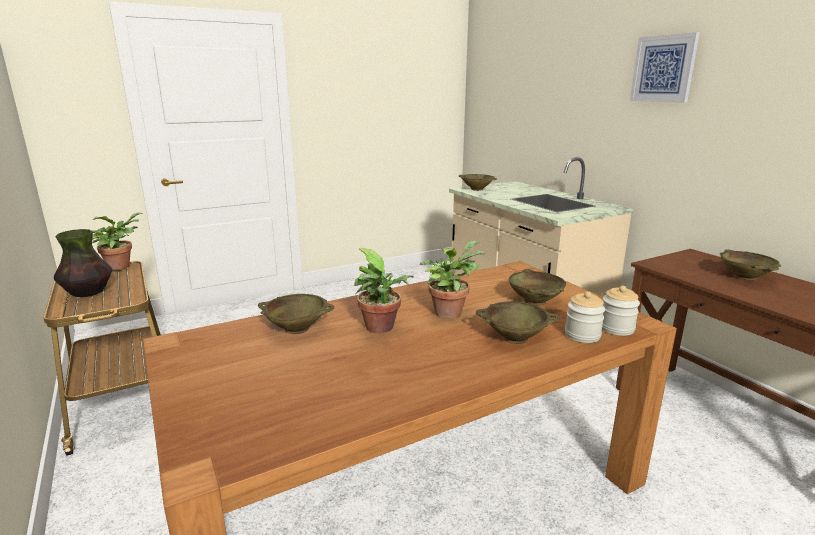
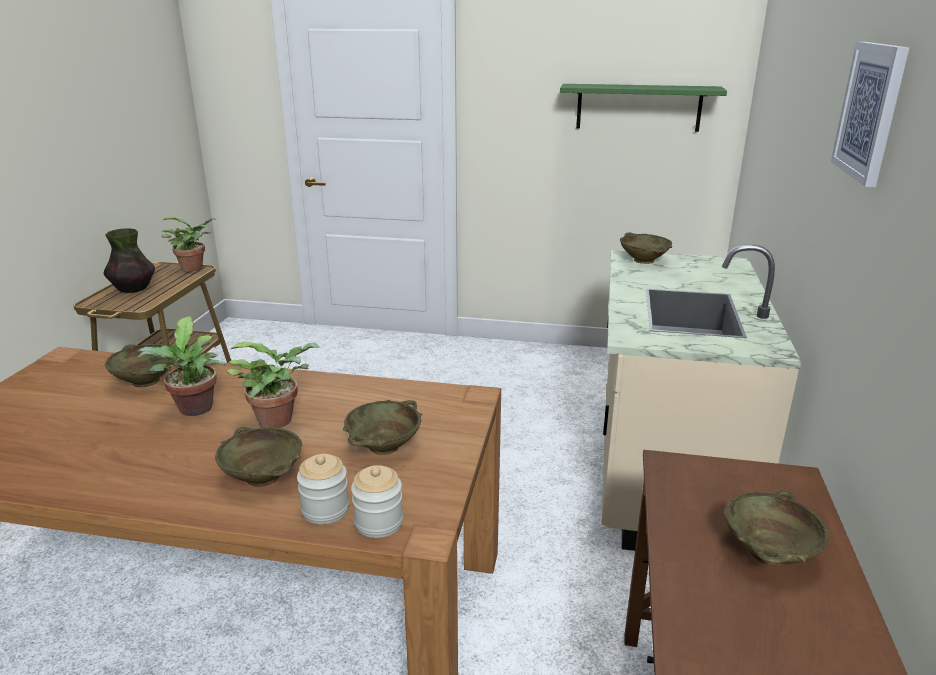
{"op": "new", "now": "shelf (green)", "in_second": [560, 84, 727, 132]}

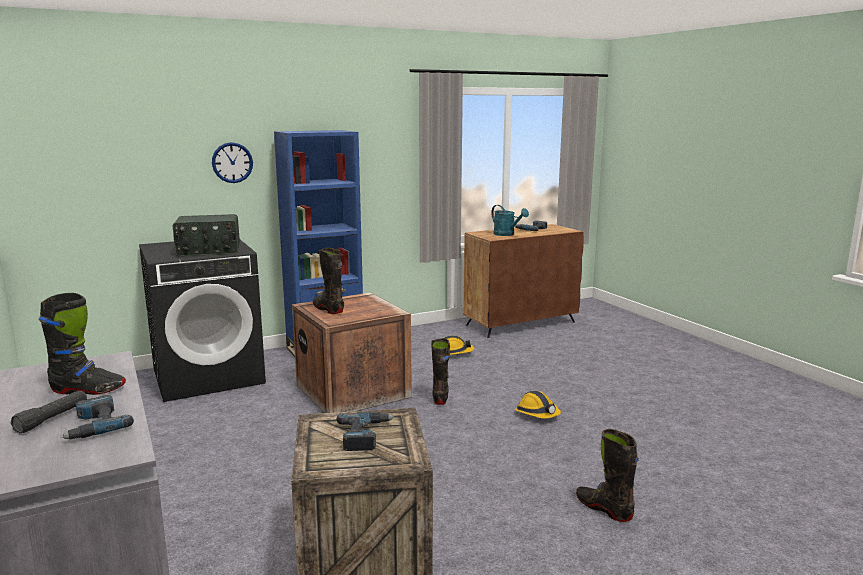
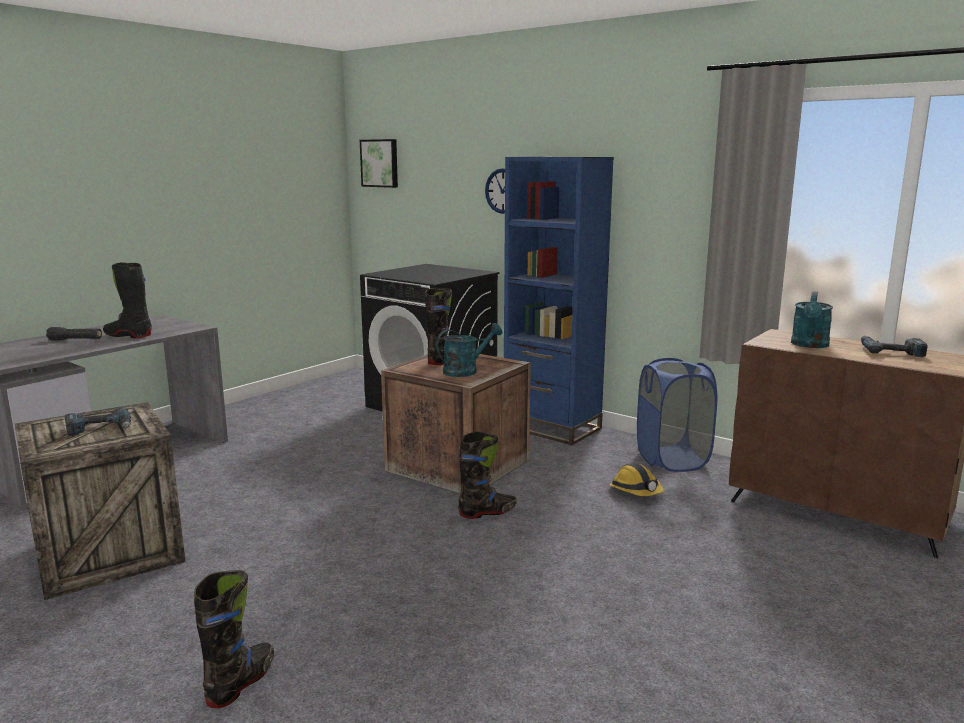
{"op": "gone", "was": "radio", "in_first": [173, 214, 240, 256]}
{"op": "rotated", "was": "boot (black)", "in_first": [39, 293, 126, 395], "in_second": [103, 262, 152, 338], "clockwise": 135}
{"op": "gone", "was": "hard hat", "in_first": [515, 391, 561, 419]}
{"op": "gone", "was": "power drill", "in_first": [60, 395, 134, 439]}
{"op": "new", "now": "picture", "in_second": [360, 139, 398, 188]}
{"op": "new", "now": "watering can (turquoise)", "in_second": [436, 323, 502, 377]}
{"op": "new", "now": "laundry basket (blue)", "in_second": [637, 358, 717, 472]}

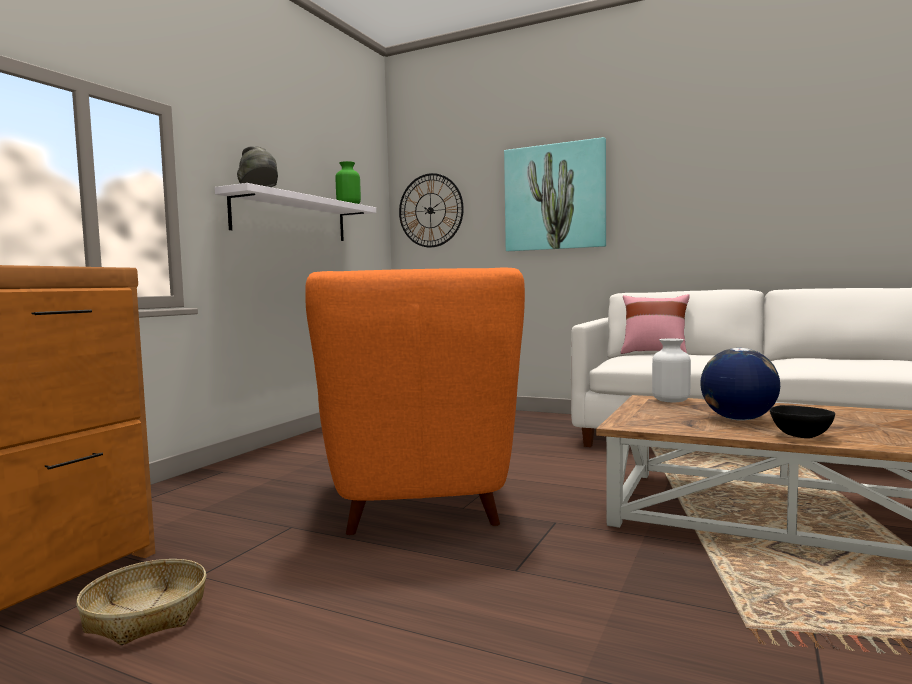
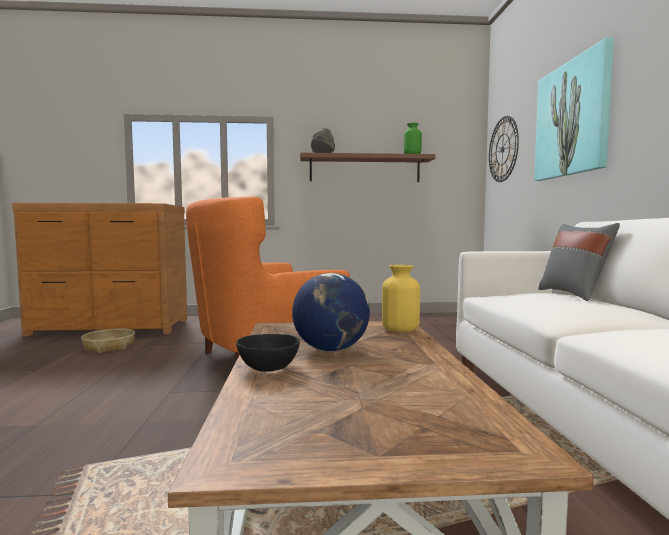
{"op": "repainted", "was": "shelf (white)", "now": "shelf (brown)", "in_first": [215, 183, 376, 241], "in_second": [300, 153, 436, 182]}
{"op": "repainted", "was": "pillow (pink)", "now": "pillow (grey)", "in_first": [621, 294, 690, 354], "in_second": [538, 223, 620, 301]}
{"op": "repainted", "was": "vase (white)", "now": "vase (yellow)", "in_first": [652, 338, 691, 402], "in_second": [382, 265, 420, 332]}

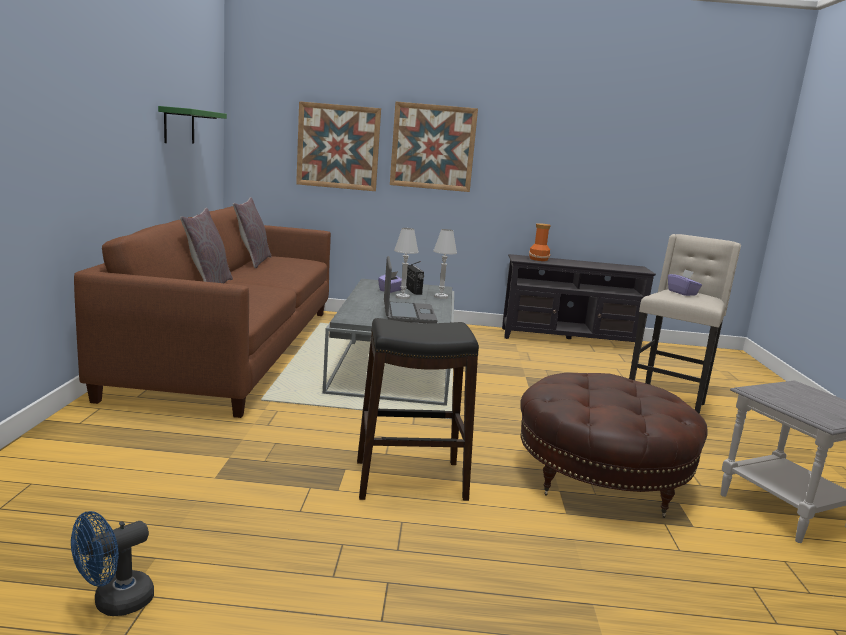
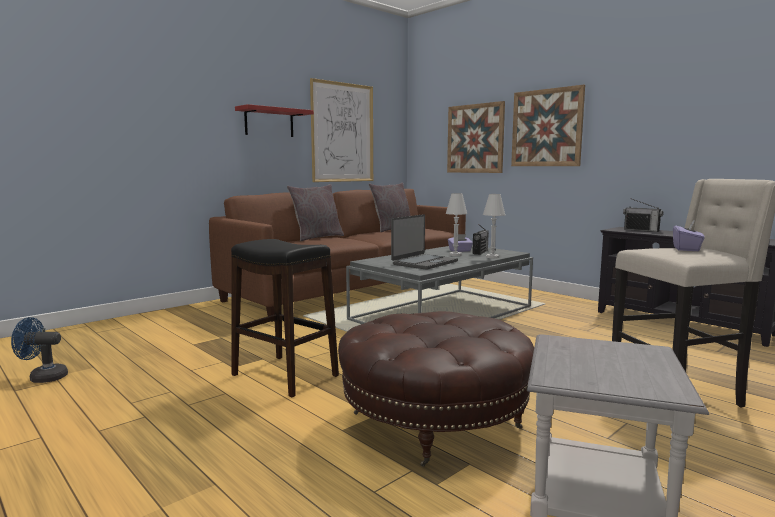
{"op": "swapped", "was": "shelf (green)", "now": "picture", "in_first": [158, 106, 227, 144], "in_second": [310, 78, 373, 182]}
{"op": "swapped", "was": "vase", "now": "radio", "in_first": [529, 223, 551, 261], "in_second": [623, 198, 664, 232]}
{"op": "new", "now": "shelf (red)", "in_second": [235, 104, 314, 137]}

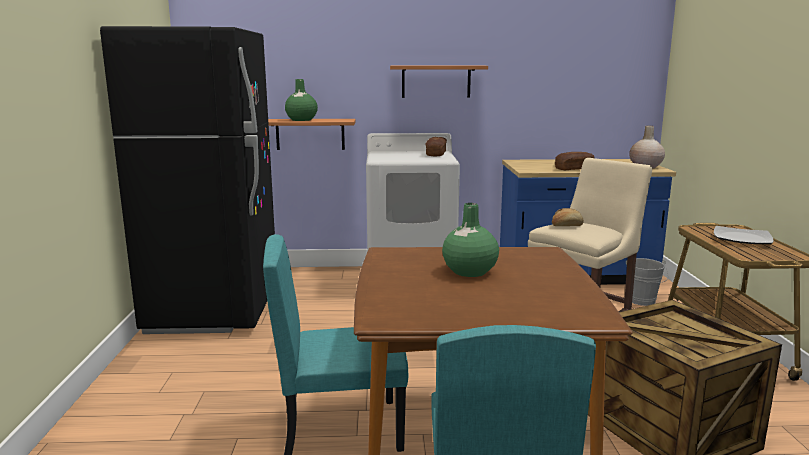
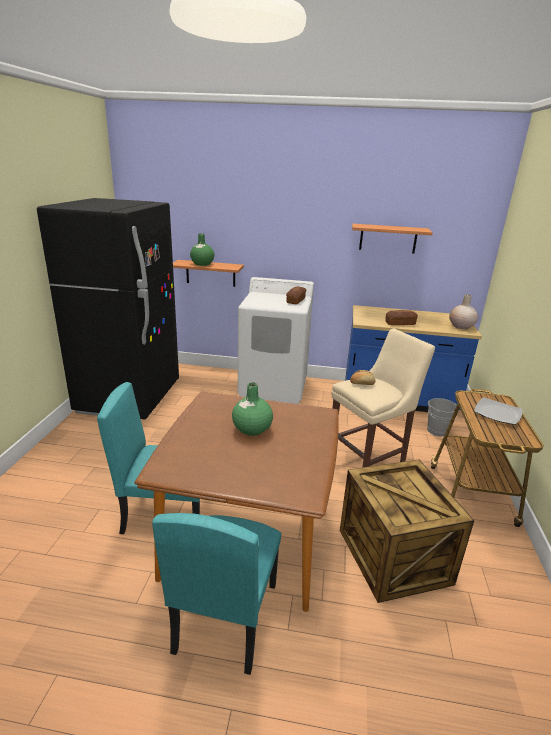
{"op": "shifted", "was": "shelf", "in_first": [390, 66, 488, 98], "in_second": [352, 224, 433, 254]}

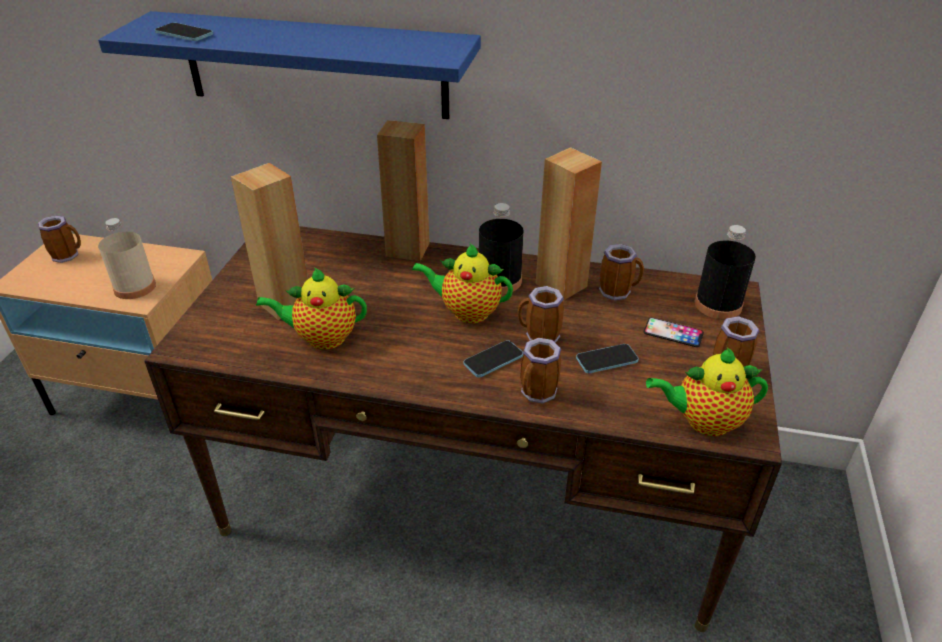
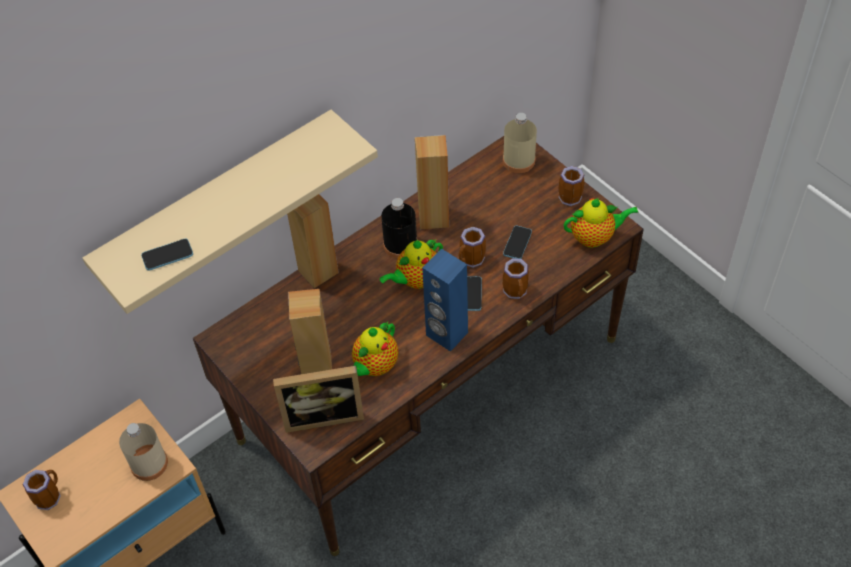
{"op": "repainted", "was": "shelf (blue)", "now": "shelf (beige)", "in_first": [98, 11, 481, 119], "in_second": [82, 110, 378, 314]}
{"op": "repainted", "was": "bottle (black)", "now": "bottle (beige)", "in_first": [695, 225, 756, 319], "in_second": [503, 113, 537, 173]}
{"op": "gone", "was": "mug", "in_first": [599, 244, 644, 301]}
{"op": "gone", "was": "phone", "in_first": [643, 318, 704, 347]}
{"op": "rotated", "was": "teapot", "in_first": [646, 347, 768, 436], "in_second": [564, 198, 638, 248], "clockwise": -135}
{"op": "new", "now": "speaker (blue)", "in_second": [422, 249, 468, 352]}
{"op": "new", "now": "picture frame", "in_second": [273, 366, 364, 433]}

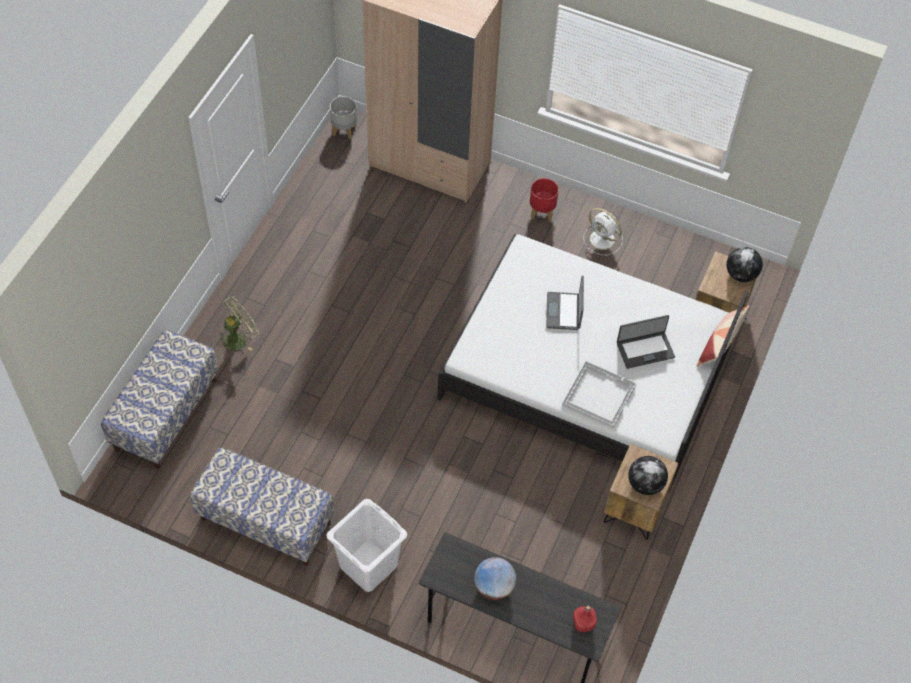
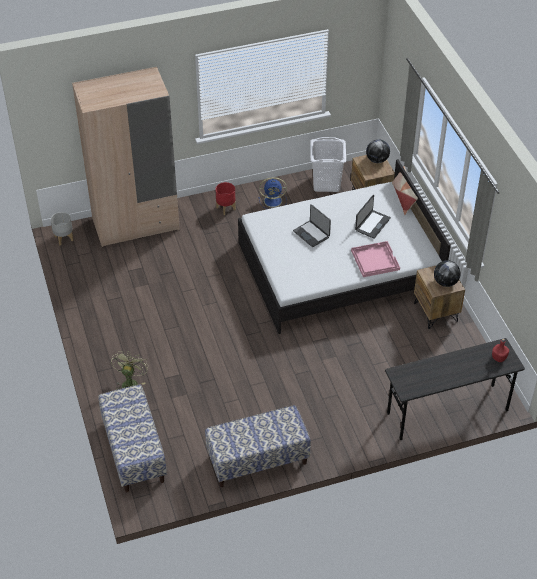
{"op": "repainted", "was": "fan (white)", "now": "fan (blue)", "in_first": [583, 208, 623, 255], "in_second": [259, 177, 287, 209]}
{"op": "repainted", "was": "tray (white)", "now": "tray (pink)", "in_first": [562, 361, 637, 428], "in_second": [351, 241, 400, 277]}
{"op": "shifted", "was": "laundry basket (white)", "in_first": [326, 499, 408, 592], "in_second": [310, 137, 346, 192]}
{"op": "gone", "was": "globe", "in_first": [474, 557, 516, 600]}

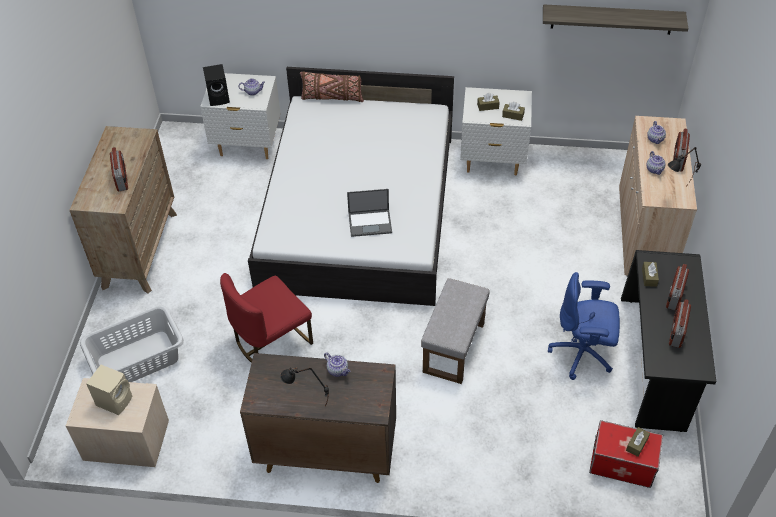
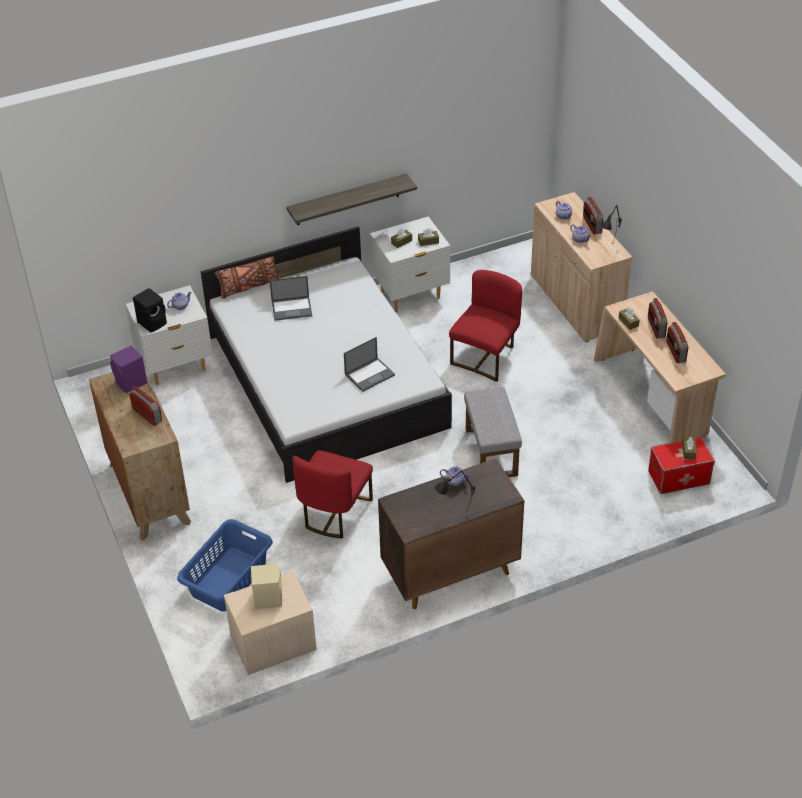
{"op": "shifted", "was": "shelf", "in_first": [543, 4, 688, 35], "in_second": [287, 173, 417, 225]}
{"op": "repainted", "was": "desk (black)", "now": "desk (beige)", "in_first": [621, 250, 716, 432], "in_second": [594, 291, 726, 443]}
{"op": "gone", "was": "office chair (blue)", "in_first": [548, 272, 620, 380]}
{"op": "repainted", "was": "laundry basket (grey)", "now": "laundry basket (blue)", "in_first": [80, 305, 184, 382], "in_second": [177, 519, 273, 612]}
{"op": "new", "now": "chair (red)", "in_second": [449, 270, 522, 382]}
{"op": "new", "now": "laptop", "in_second": [270, 276, 312, 321]}
{"op": "new", "now": "speaker (purple)", "in_second": [110, 345, 147, 393]}

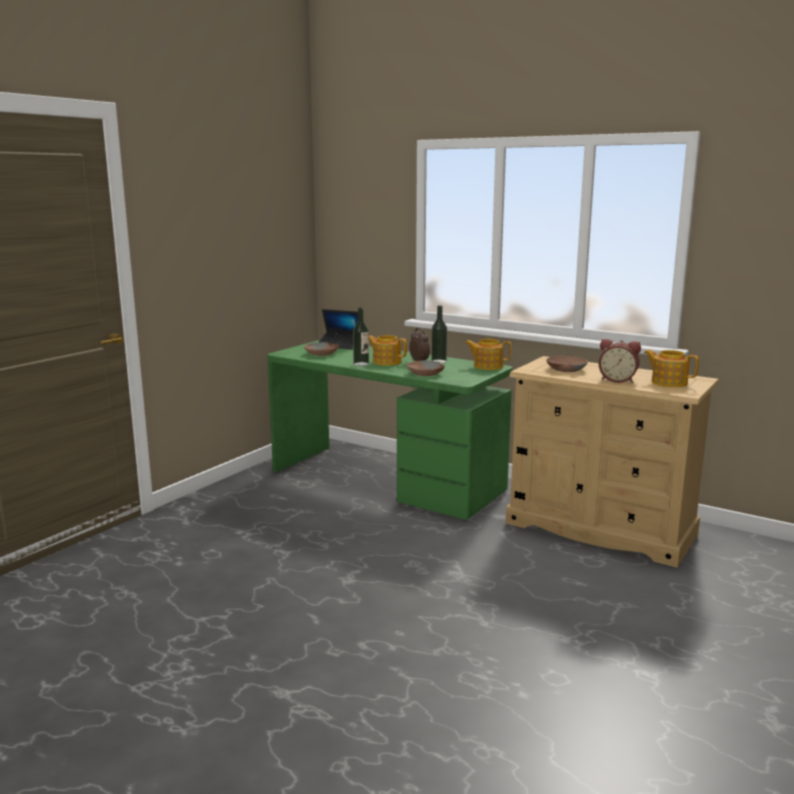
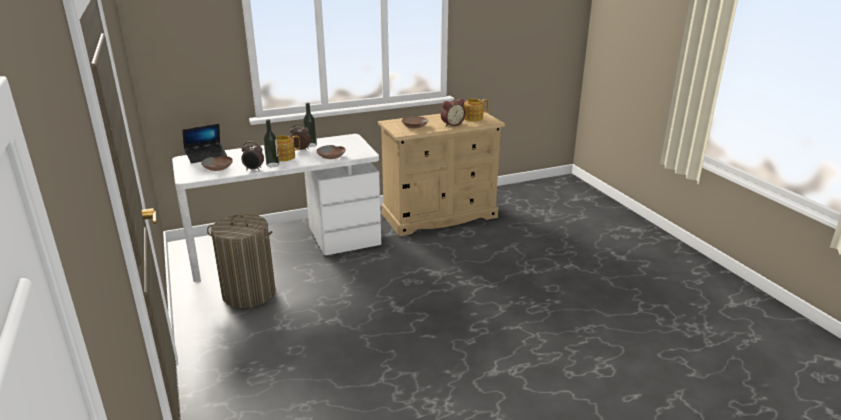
{"op": "gone", "was": "teapot", "in_first": [465, 339, 511, 370]}
{"op": "repainted", "was": "desk (green)", "now": "desk (white)", "in_first": [267, 340, 513, 519], "in_second": [172, 134, 381, 282]}
{"op": "new", "now": "alarm clock", "in_second": [241, 142, 264, 171]}
{"op": "new", "now": "laundry basket", "in_second": [207, 214, 275, 308]}

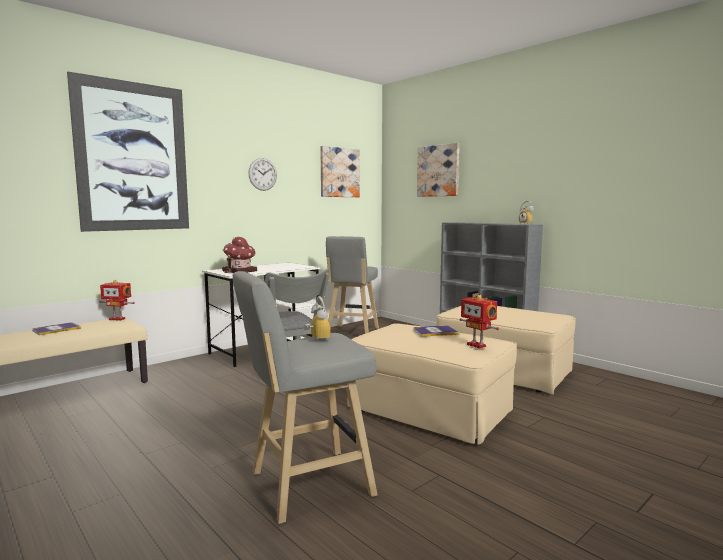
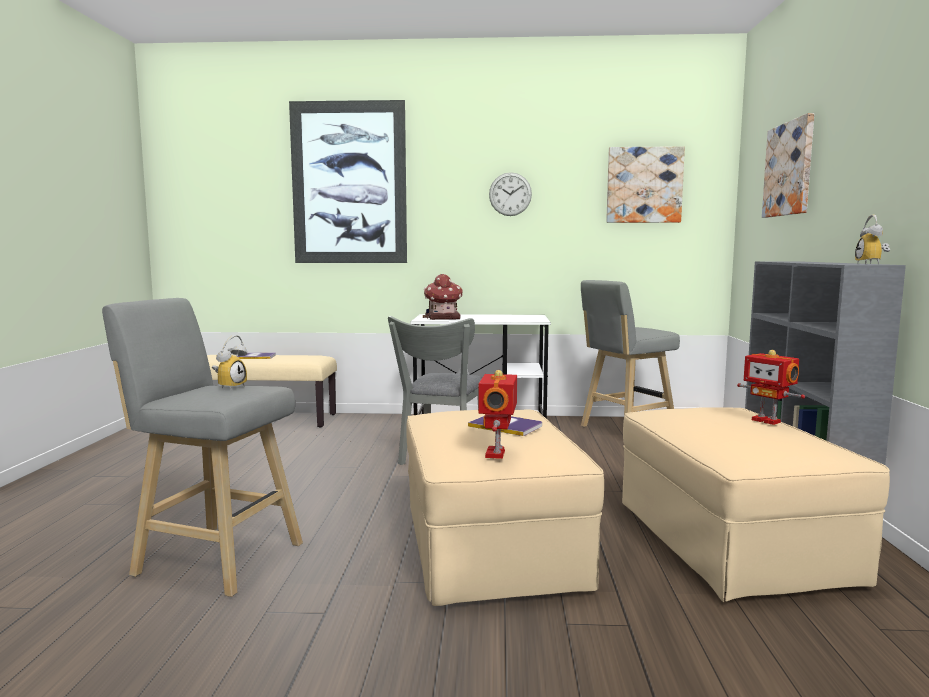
{"op": "shifted", "was": "toy robot", "in_first": [100, 280, 135, 321], "in_second": [737, 350, 805, 425]}

